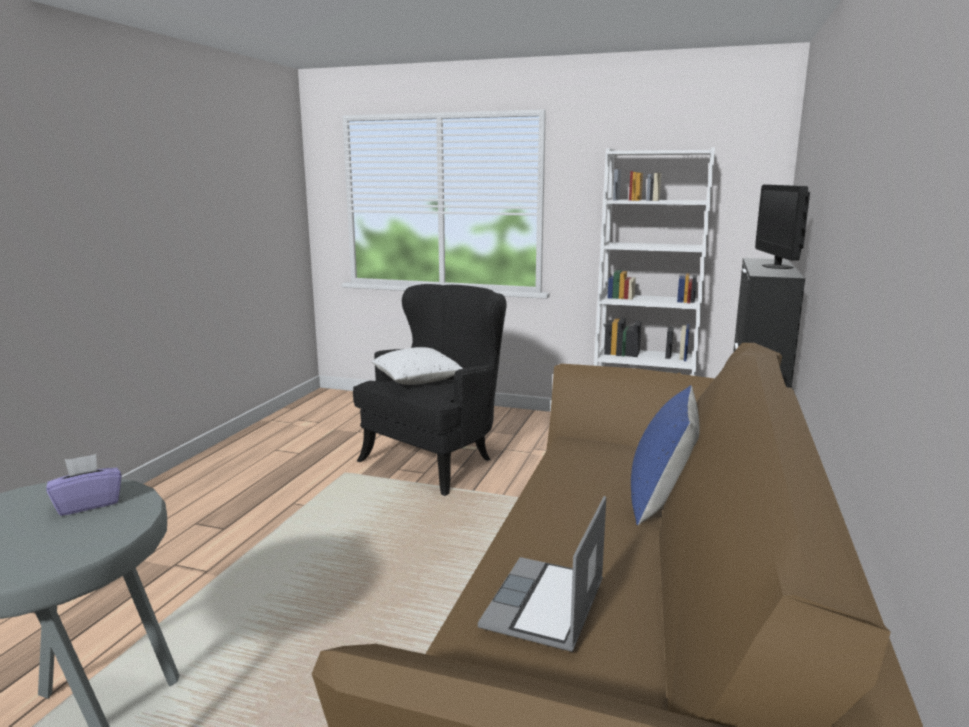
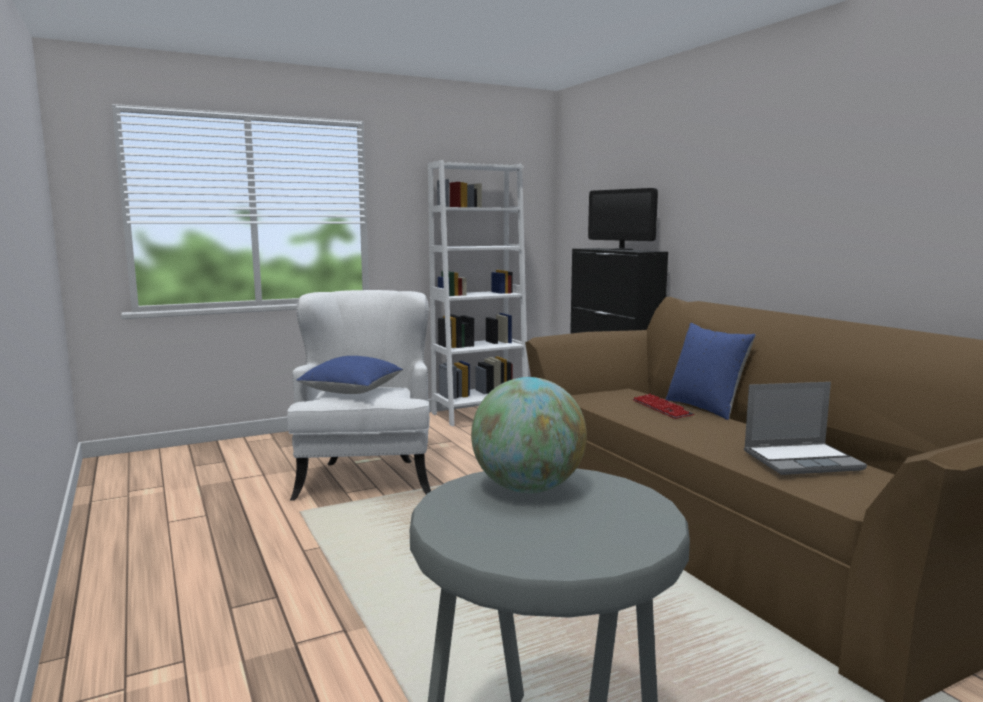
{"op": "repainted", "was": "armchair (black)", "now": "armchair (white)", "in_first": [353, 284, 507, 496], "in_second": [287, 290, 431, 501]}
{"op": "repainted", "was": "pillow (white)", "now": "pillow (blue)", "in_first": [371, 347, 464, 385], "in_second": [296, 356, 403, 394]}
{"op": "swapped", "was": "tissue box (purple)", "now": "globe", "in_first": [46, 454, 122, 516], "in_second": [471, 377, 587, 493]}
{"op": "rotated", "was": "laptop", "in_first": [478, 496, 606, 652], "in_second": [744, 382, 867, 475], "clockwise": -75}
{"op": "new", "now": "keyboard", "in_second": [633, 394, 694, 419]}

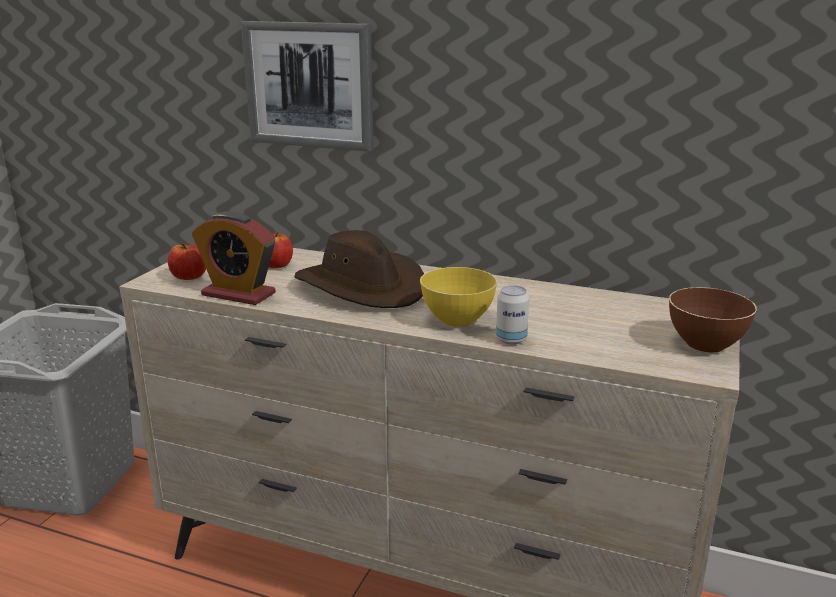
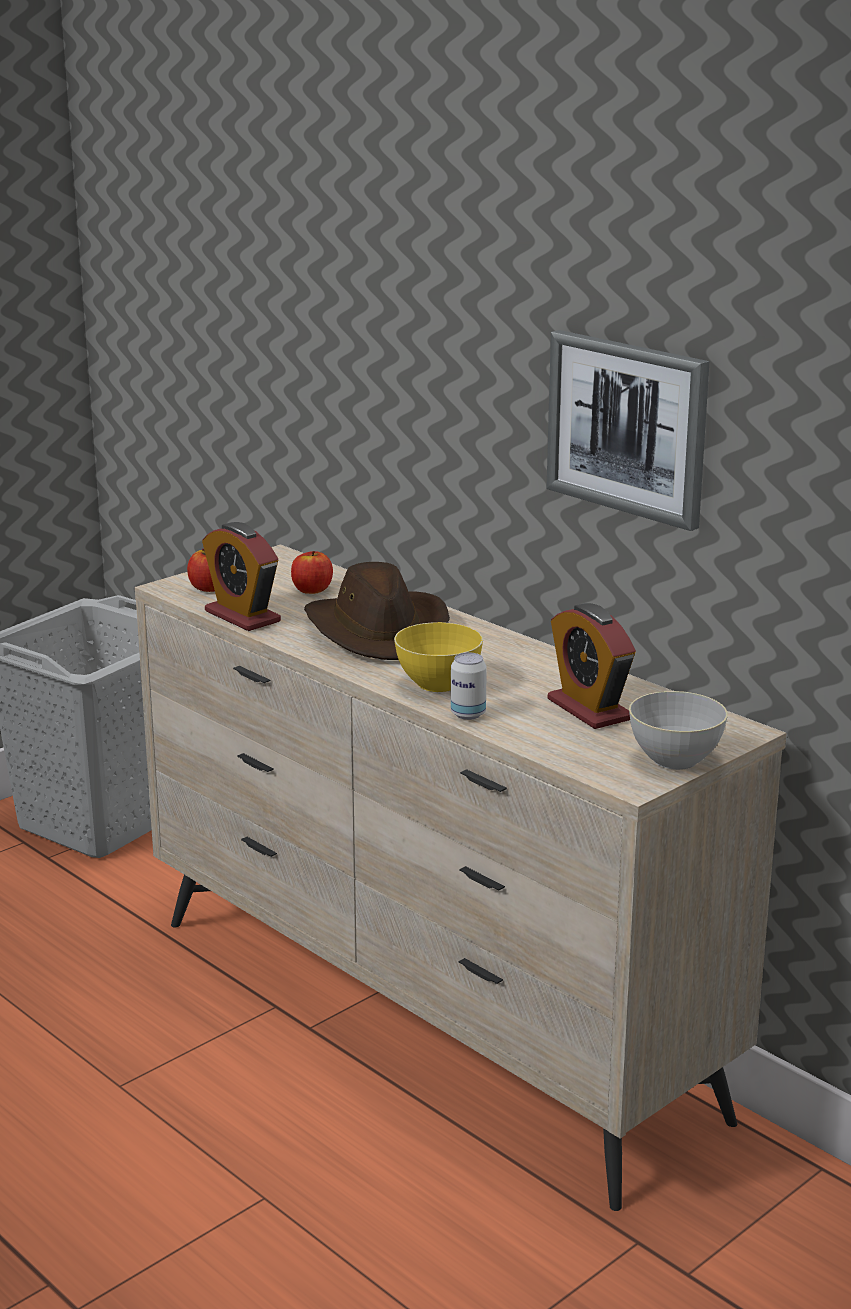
{"op": "shifted", "was": "picture", "in_first": [241, 21, 374, 152], "in_second": [547, 330, 709, 531]}
{"op": "repainted", "was": "bowl (brown)", "now": "bowl (grey)", "in_first": [669, 287, 757, 352], "in_second": [629, 691, 728, 770]}
{"op": "new", "now": "alarm clock", "in_second": [548, 603, 636, 729]}

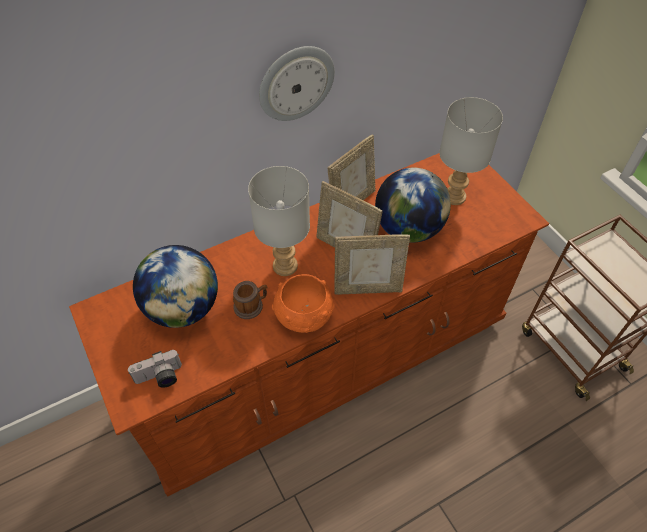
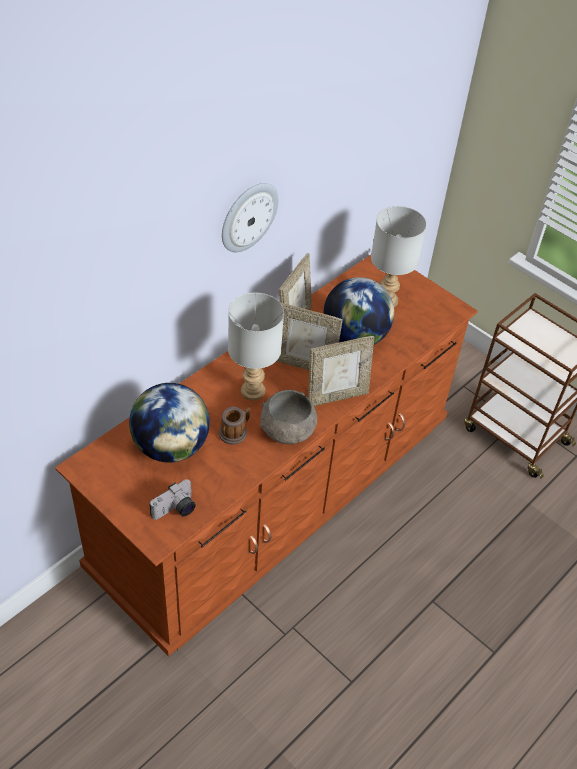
{"op": "repainted", "was": "bowl (orange)", "now": "bowl (grey)", "in_first": [272, 274, 335, 333], "in_second": [260, 390, 317, 444]}

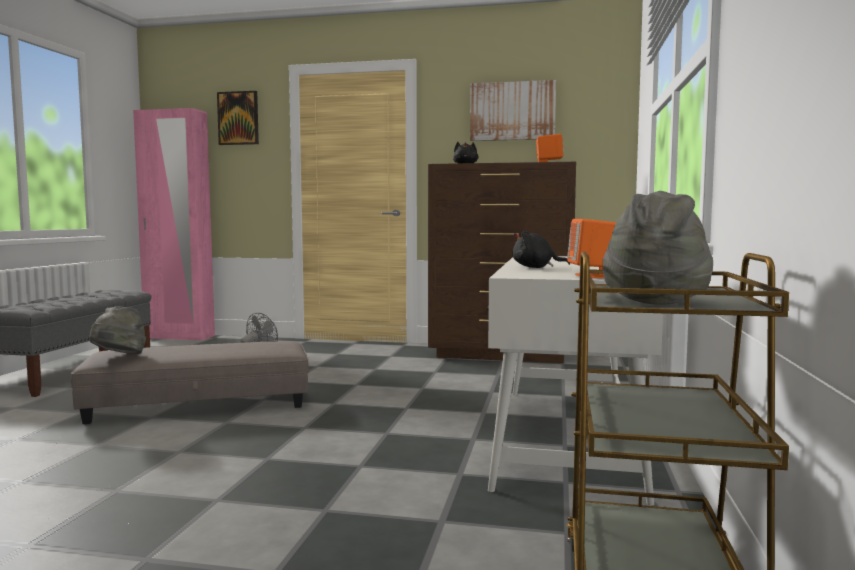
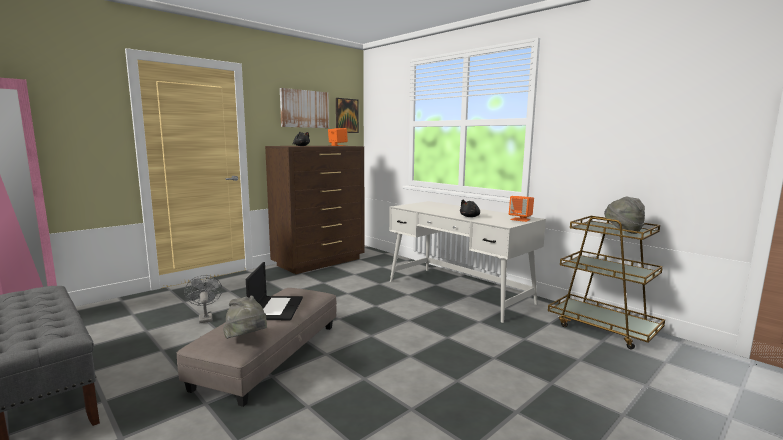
{"op": "shifted", "was": "picture", "in_first": [217, 91, 259, 145], "in_second": [336, 98, 359, 133]}
{"op": "new", "now": "laptop", "in_second": [246, 262, 303, 320]}

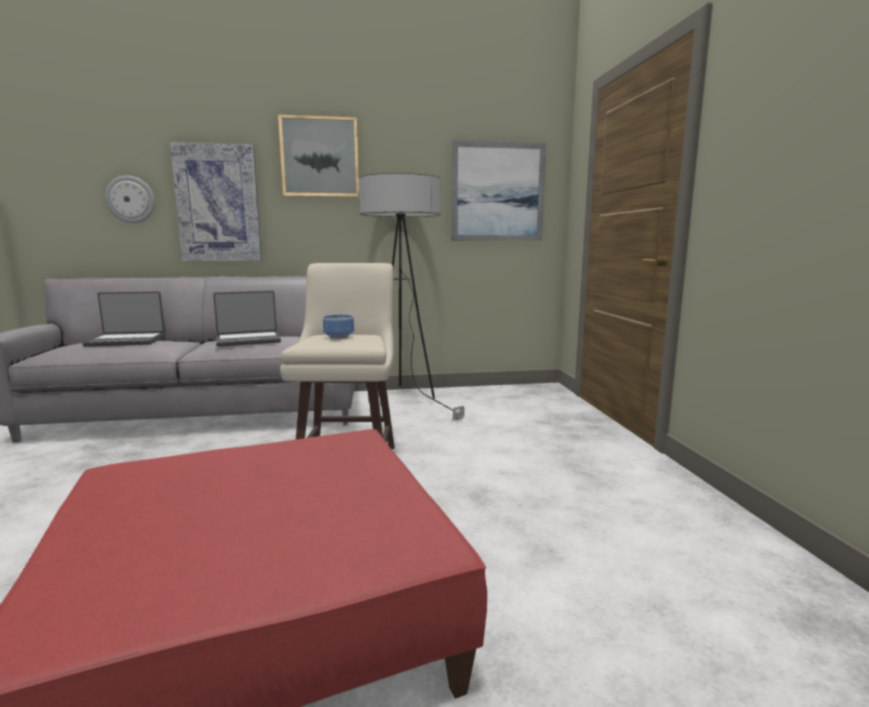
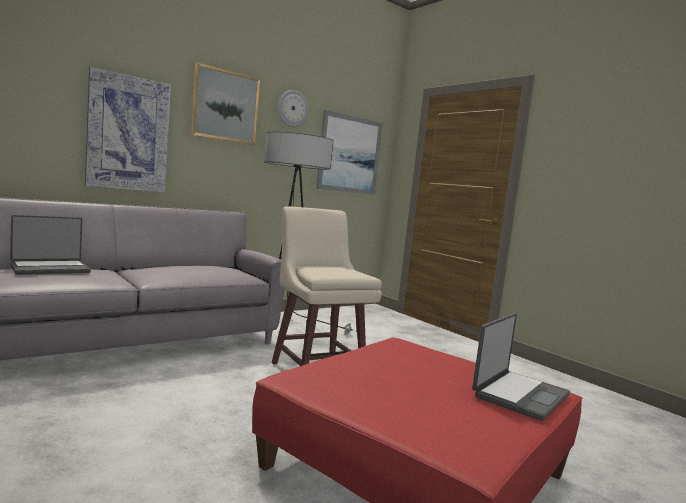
{"op": "shifted", "was": "wall clock", "in_first": [105, 175, 155, 223], "in_second": [278, 90, 309, 127]}
{"op": "shifted", "was": "laptop", "in_first": [213, 291, 281, 347], "in_second": [472, 313, 570, 421]}
{"op": "gone", "was": "bowl", "in_first": [323, 315, 354, 339]}

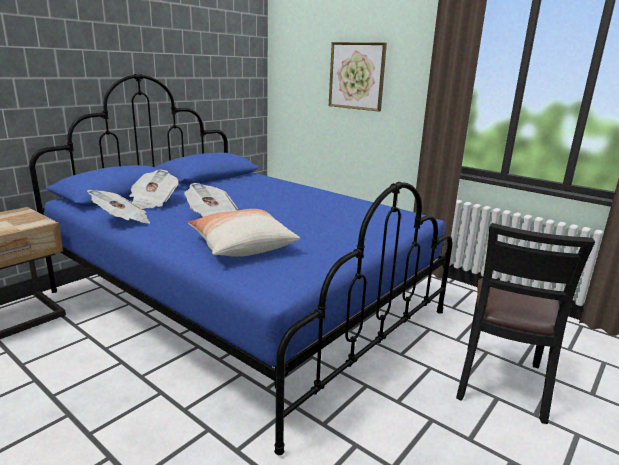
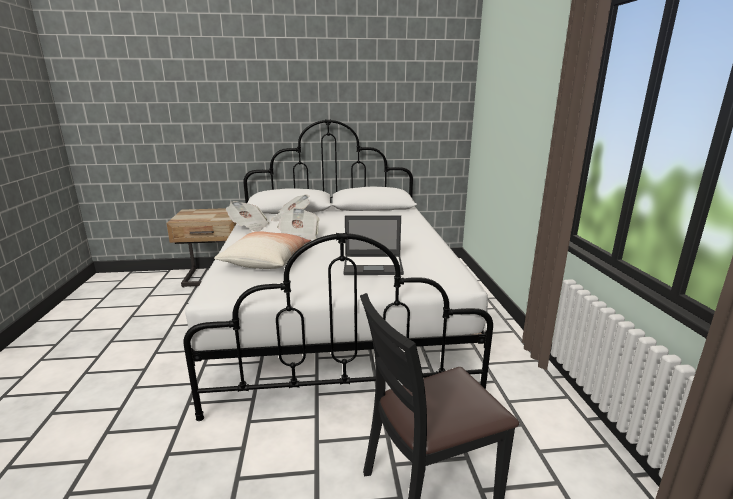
{"op": "gone", "was": "picture", "in_first": [329, 42, 387, 111]}
{"op": "repainted", "was": "bed (blue)", "now": "bed (white)", "in_first": [29, 74, 452, 455], "in_second": [183, 119, 493, 421]}
{"op": "new", "now": "laptop", "in_second": [343, 215, 404, 275]}

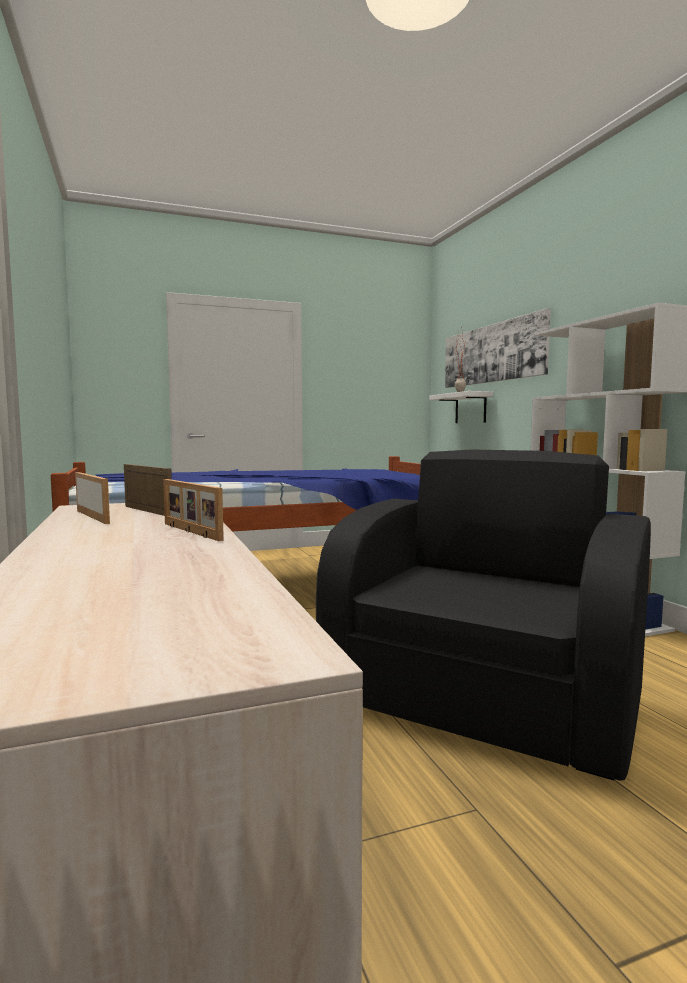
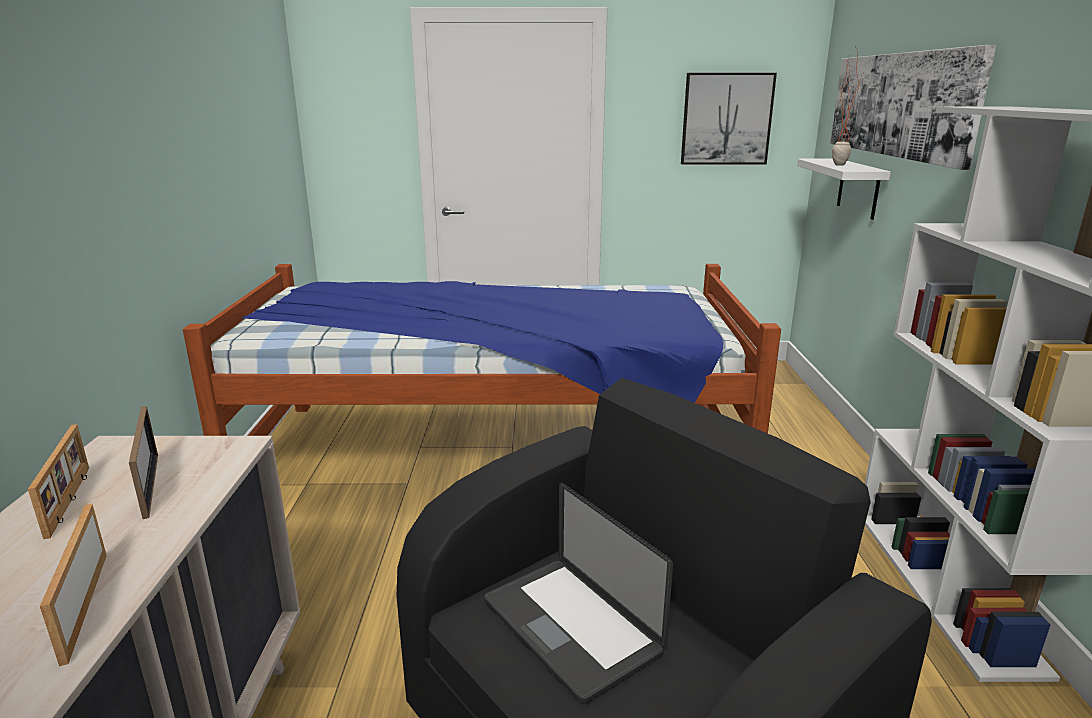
{"op": "new", "now": "picture", "in_second": [681, 73, 777, 164]}
{"op": "new", "now": "laptop", "in_second": [485, 483, 673, 704]}

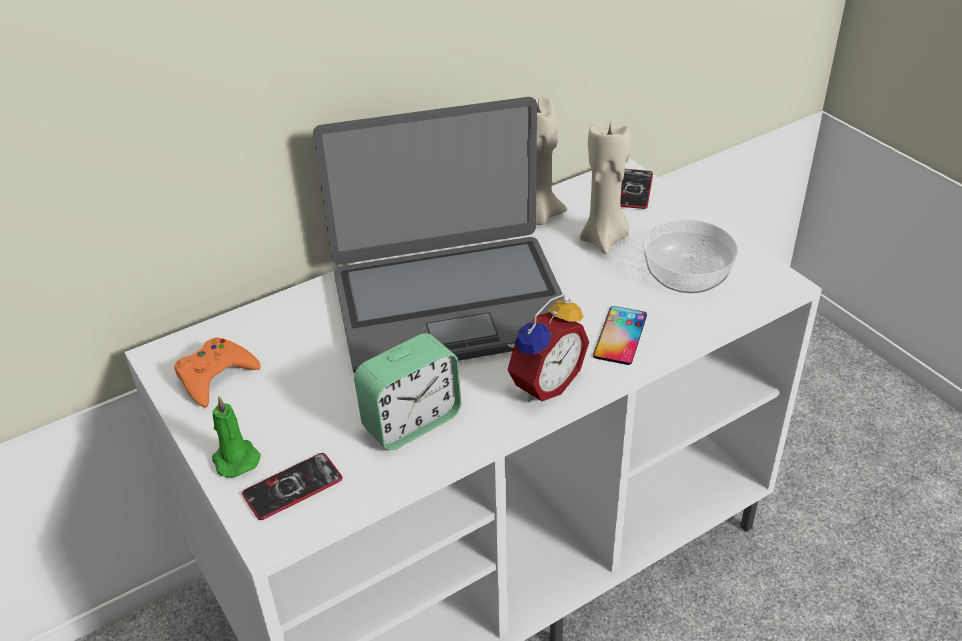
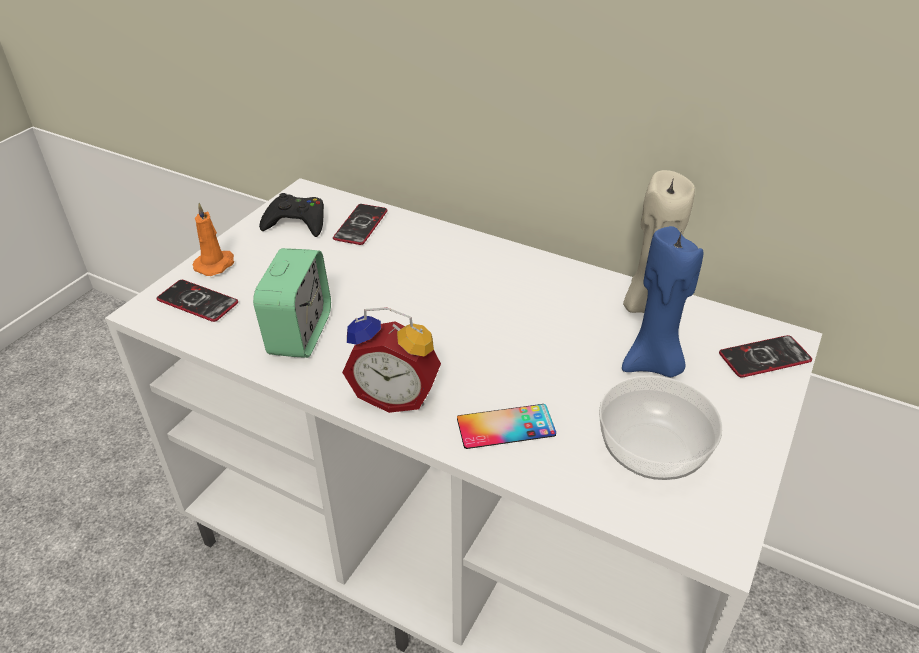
{"op": "gone", "was": "laptop", "in_first": [313, 97, 563, 374]}
{"op": "repainted", "was": "candle (beige)", "now": "candle (blue)", "in_first": [580, 125, 630, 254], "in_second": [622, 226, 703, 377]}
{"op": "rotated", "was": "alarm clock", "in_first": [354, 333, 461, 450], "in_second": [253, 248, 331, 358], "clockwise": -105}
{"op": "repainted", "was": "game controller (orange)", "now": "game controller (black)", "in_first": [174, 337, 260, 407], "in_second": [259, 193, 324, 237]}
{"op": "repainted", "was": "candle (green)", "now": "candle (orange)", "in_first": [212, 396, 261, 478], "in_second": [193, 203, 234, 276]}
{"op": "new", "now": "phone", "in_second": [333, 204, 388, 245]}

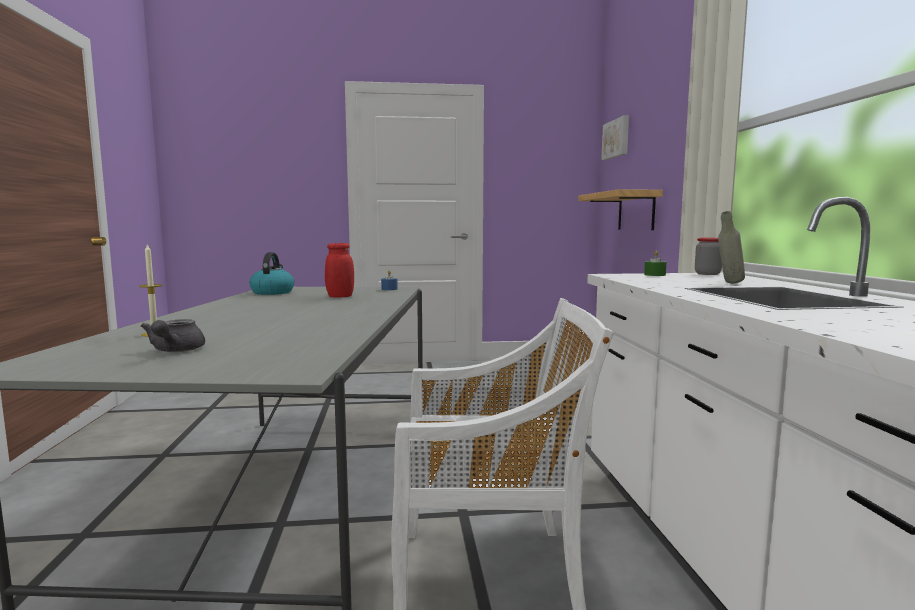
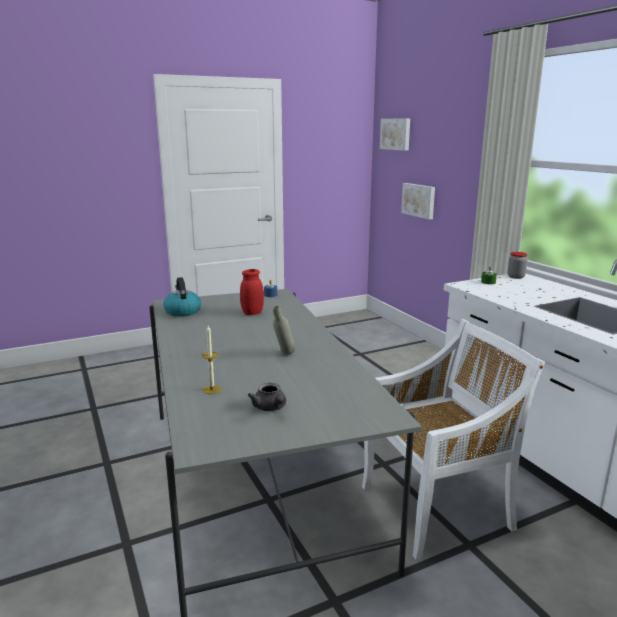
{"op": "swapped", "was": "shelf", "now": "picture", "in_first": [578, 189, 663, 230], "in_second": [401, 183, 435, 220]}
{"op": "shifted", "was": "bottle (grey)", "in_first": [718, 211, 745, 283], "in_second": [273, 306, 295, 355]}

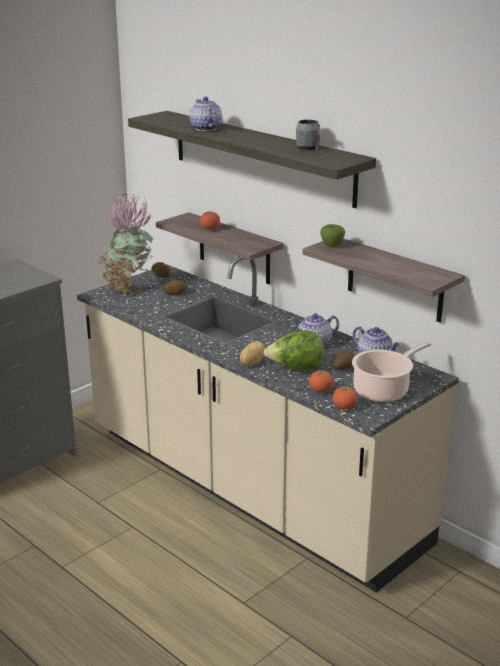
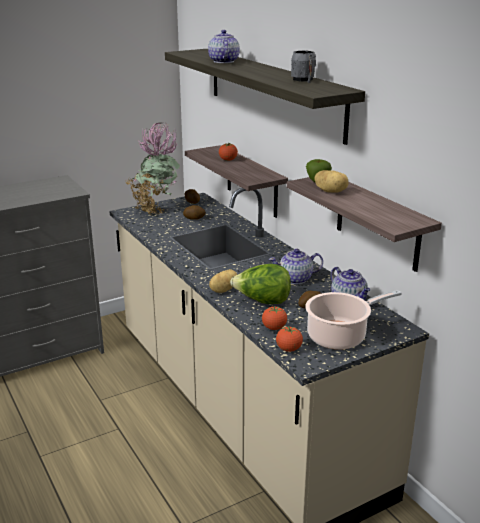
{"op": "new", "now": "potato", "in_second": [314, 170, 349, 193]}

